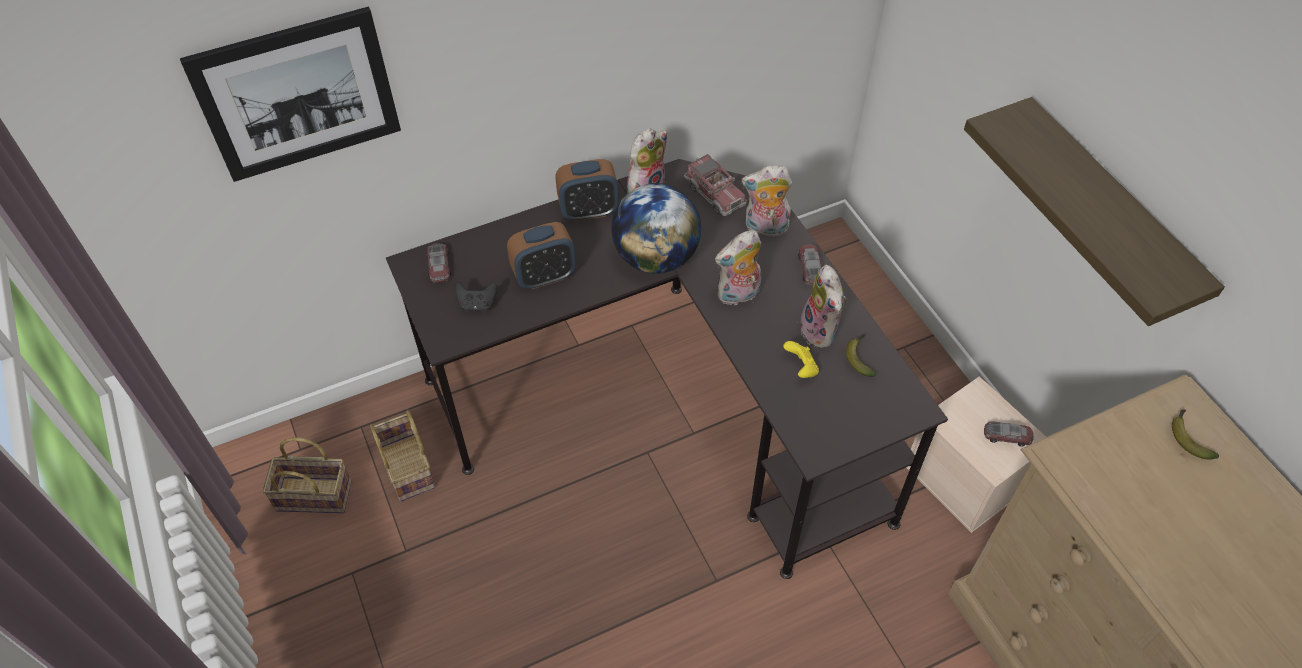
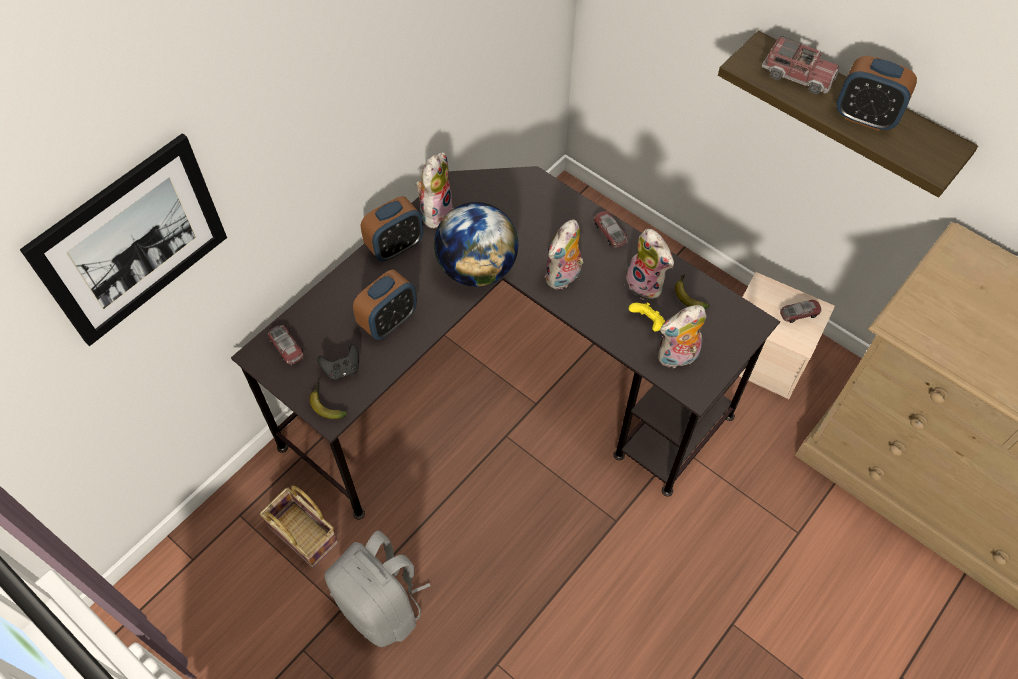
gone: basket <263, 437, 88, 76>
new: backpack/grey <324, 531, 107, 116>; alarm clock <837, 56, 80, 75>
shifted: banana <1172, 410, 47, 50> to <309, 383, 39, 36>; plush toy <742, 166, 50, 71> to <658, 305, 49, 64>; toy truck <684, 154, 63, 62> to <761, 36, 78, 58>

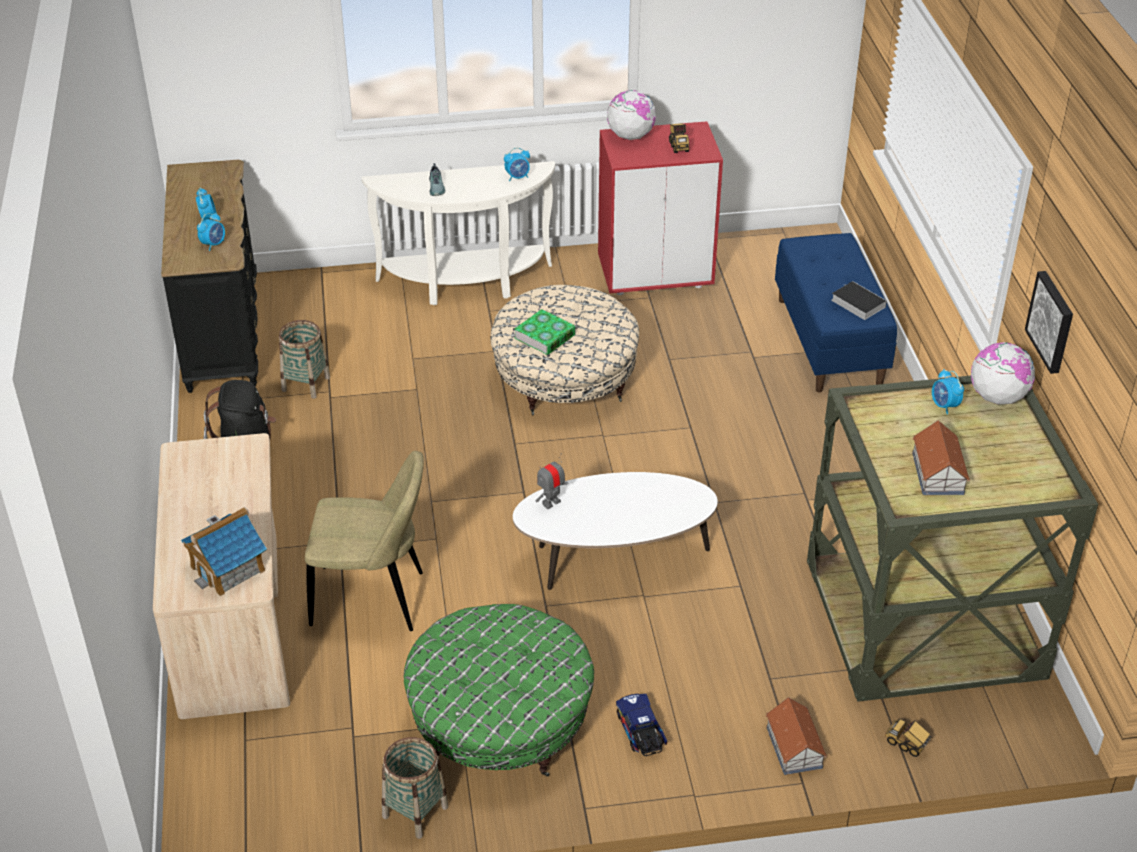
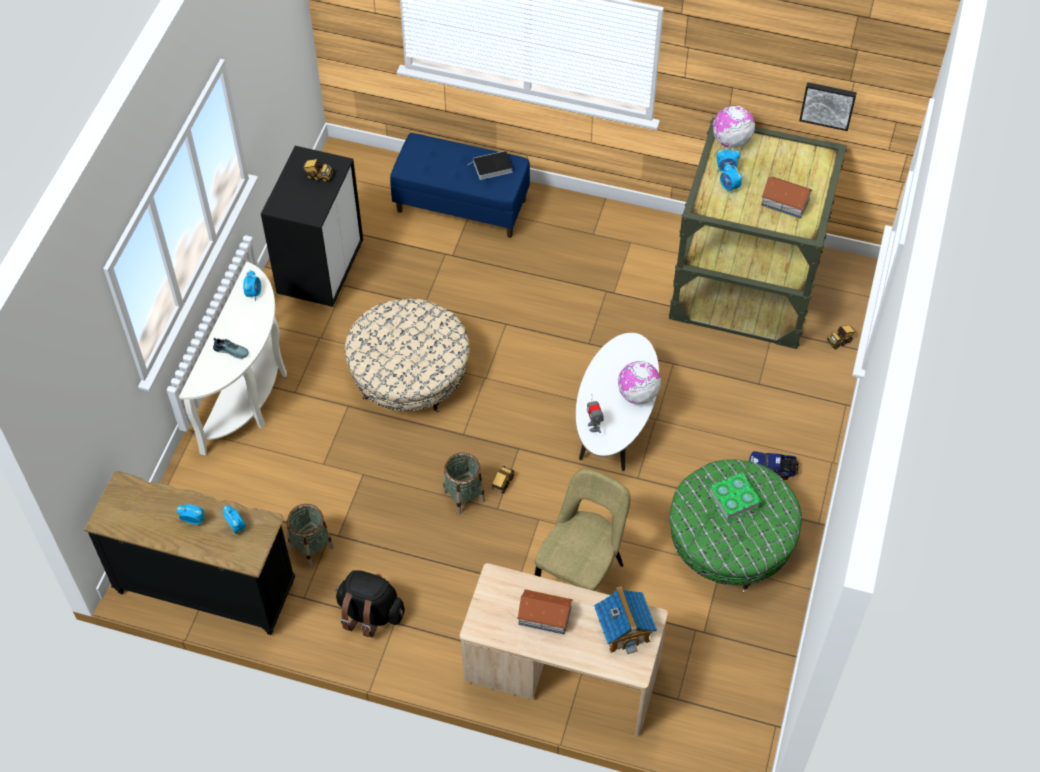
new: toy truck <492, 466, 22, 28>; alarm clock <720, 164, 22, 30>
shifted: basket <382, 737, 66, 102> to <443, 452, 42, 63>; toy house <766, 697, 61, 78> to <517, 589, 56, 45>; globe <607, 90, 49, 50> to <618, 361, 43, 43>; book <514, 309, 61, 46> to <709, 473, 52, 47>; picture <1025, 271, 48, 103> to <799, 82, 58, 49>
repainted: cabinet/red <598, 121, 125, 174> to cabinet/black <261, 146, 102, 161>

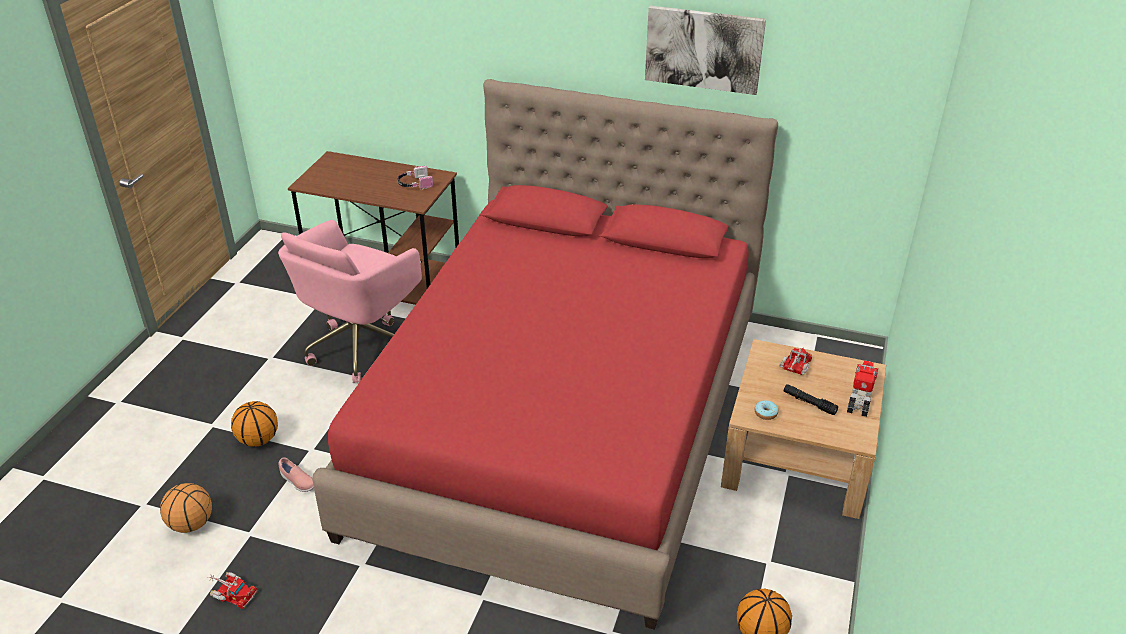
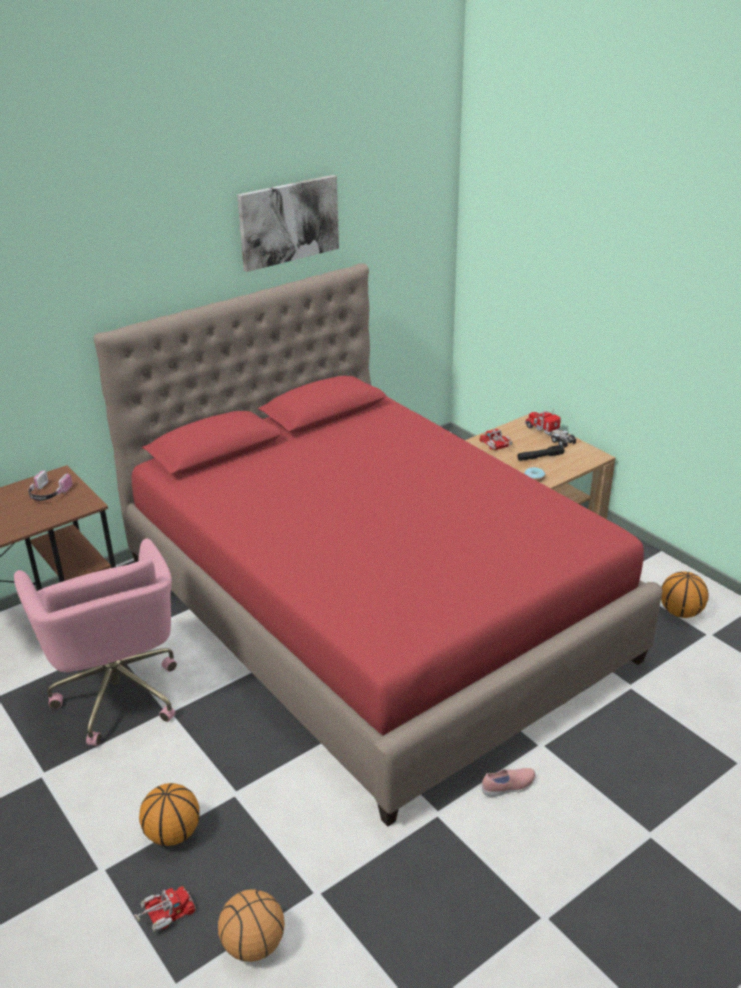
shifted: toy truck <208, 572, 50, 37> to <133, 886, 63, 46>; shoe/pink <279, 457, 35, 35> to <482, 768, 54, 29>

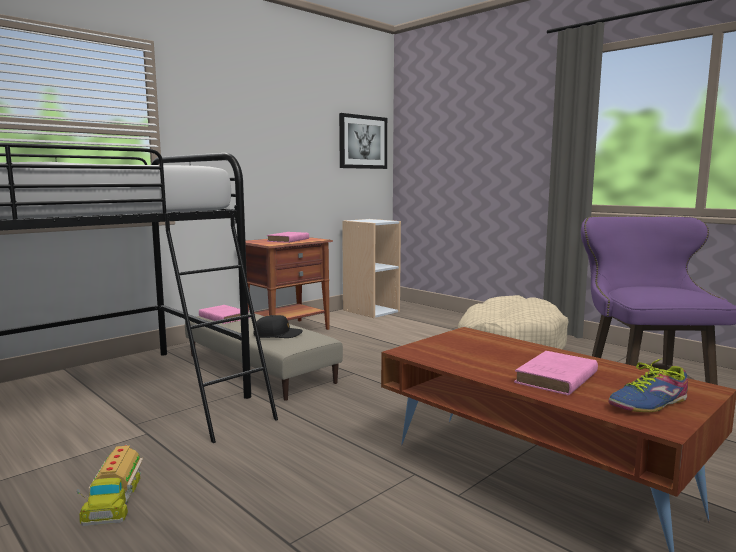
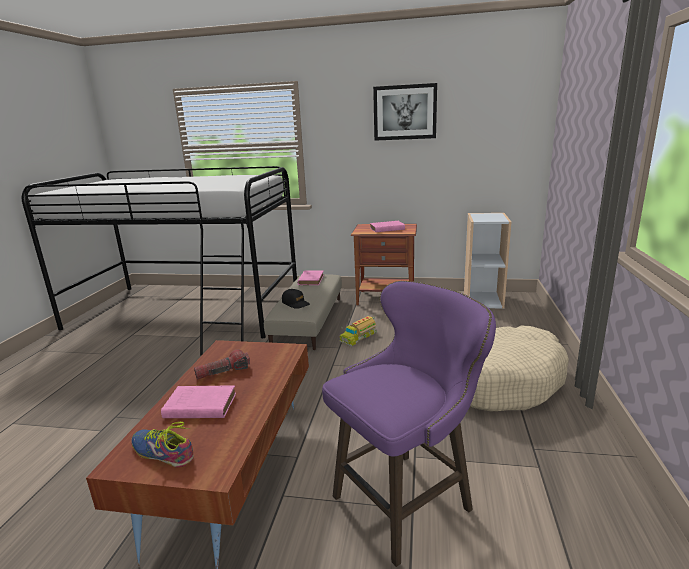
new: flashlight <194, 349, 56, 31>
shifted: toy truck <77, 444, 66, 82> to <340, 316, 37, 30>; picture <339, 113, 48, 56> to <373, 83, 64, 58>

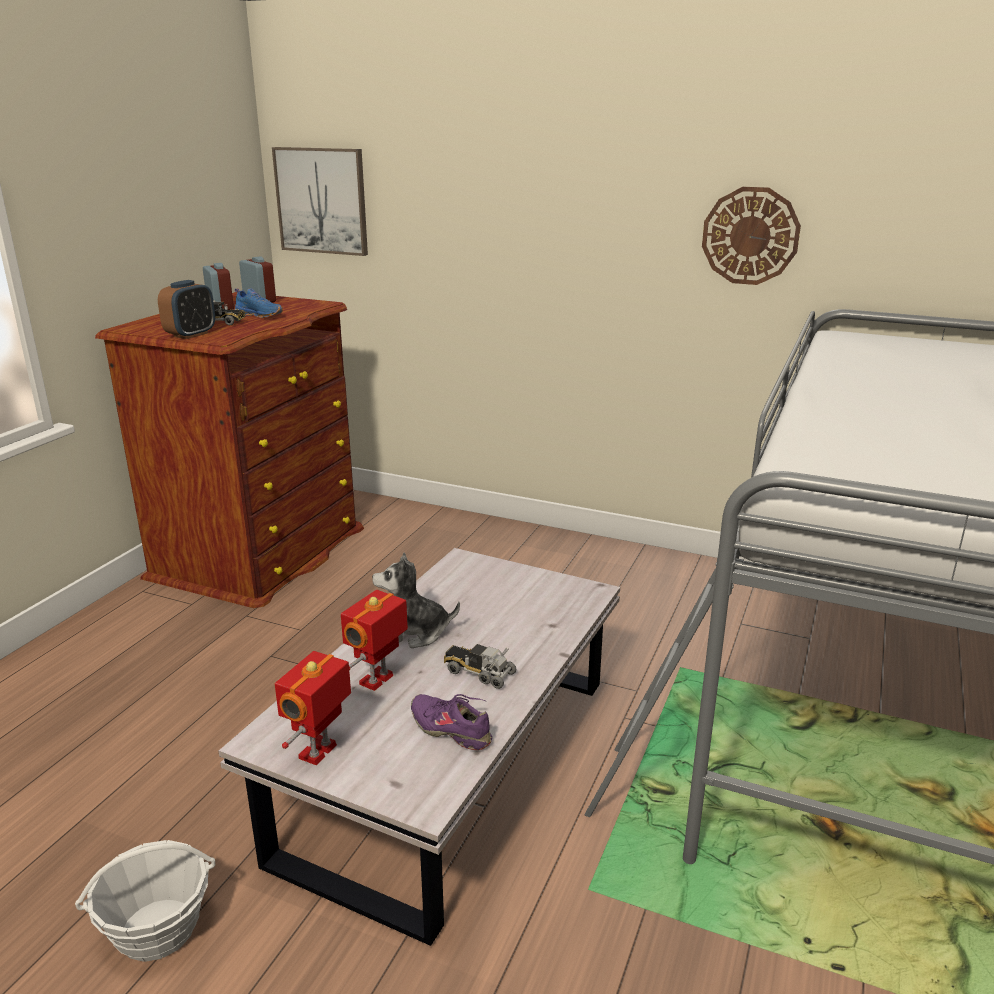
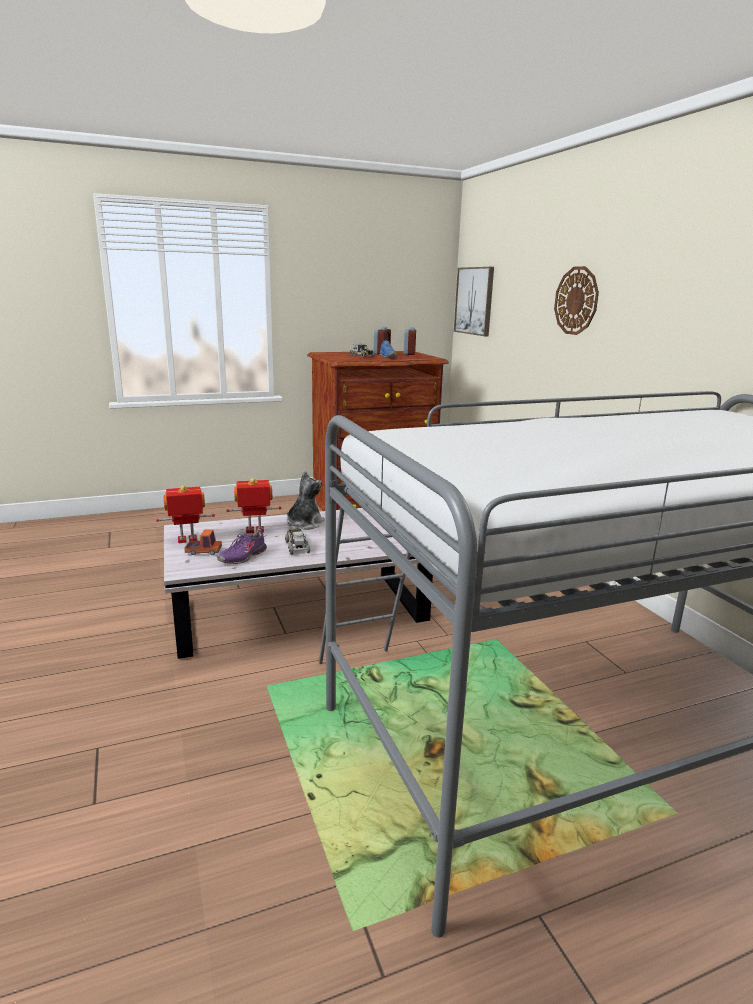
gone: basket <75, 840, 140, 122>; alarm clock <158, 280, 57, 59>
new: toy truck <184, 529, 38, 26>
shifted: wall clock <702, 187, 99, 98> to <554, 266, 45, 69>
rotated: shoe/purple <411, 694, 81, 56> = <217, 529, 50, 35> 135 degrees counterclockwise; plush toy <372, 552, 88, 96> = <287, 471, 38, 59> 75 degrees clockwise

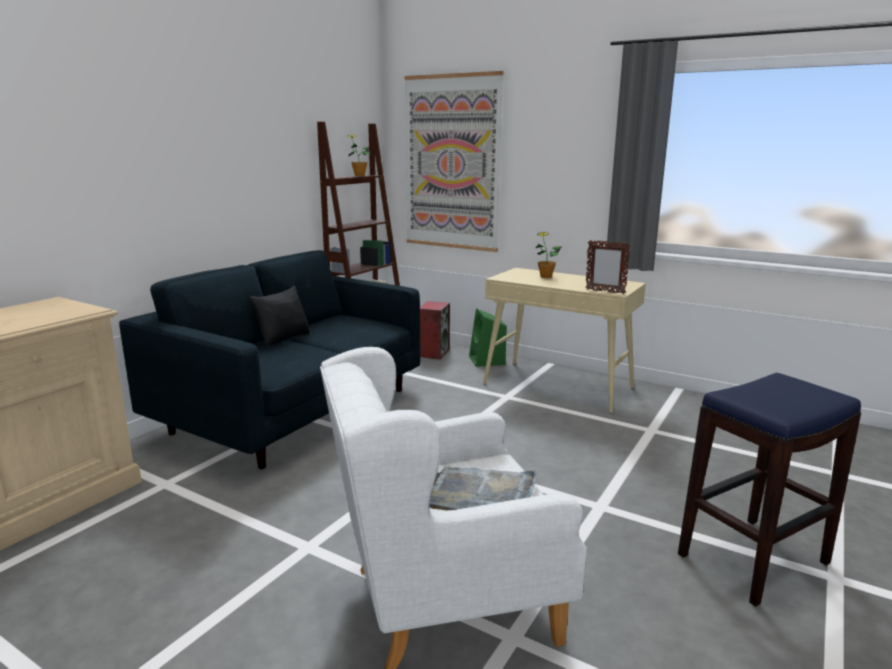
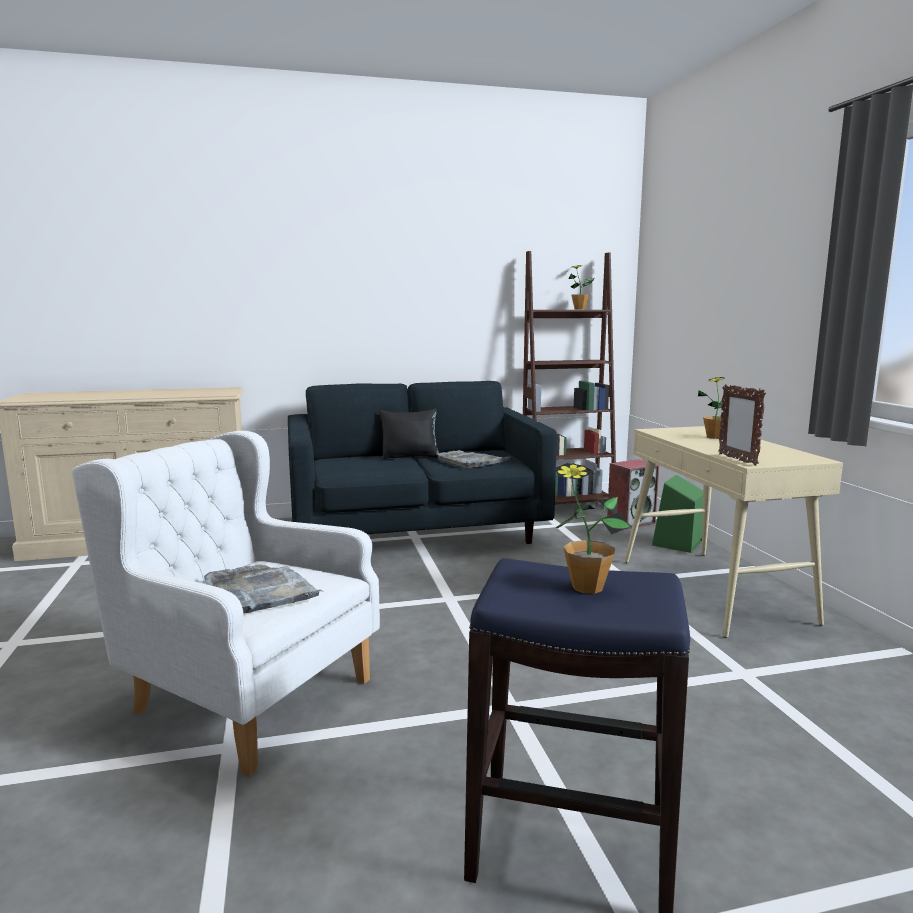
gone: picture <404, 71, 100, 181>
new: tray/grey <436, 450, 77, 18>; potted plant <554, 463, 77, 131>

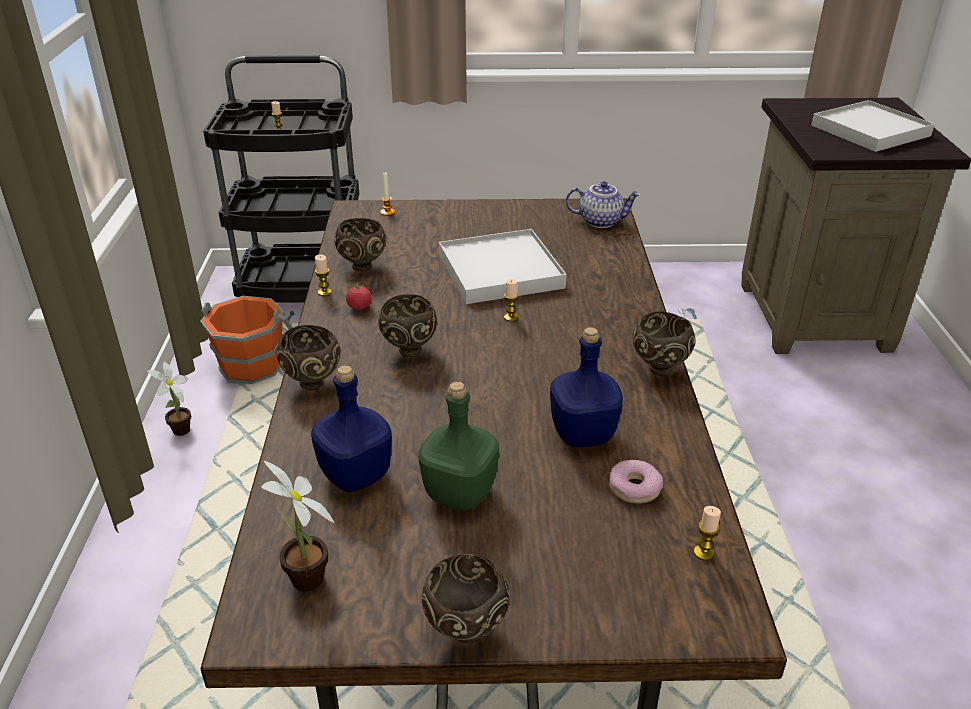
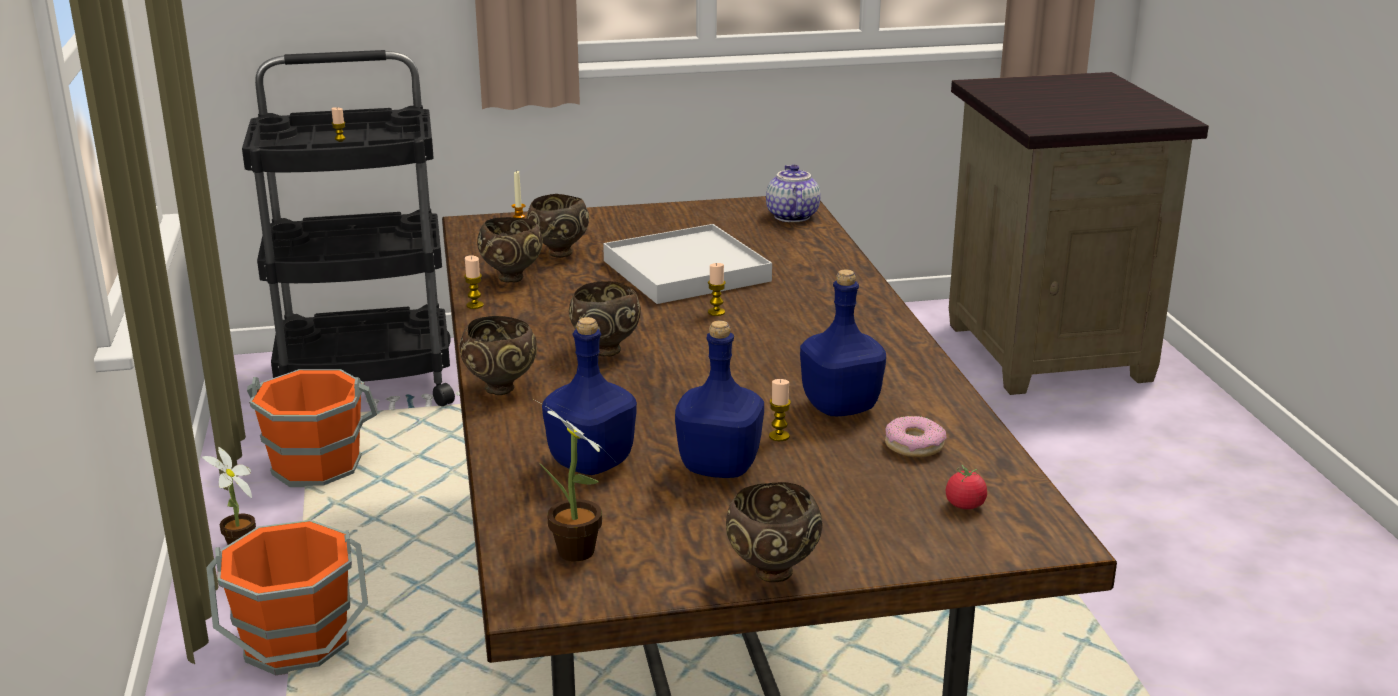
gone: tray/white <811, 100, 124, 52>
new: bucket/orange <206, 520, 162, 155>
shifted: bowl/brown <633, 311, 63, 65> to <527, 194, 62, 64>; candle <694, 506, 27, 55> to <769, 379, 22, 62>; tomato <346, 282, 26, 28> to <946, 465, 41, 44>
repainted: bottle/green <418, 382, 81, 128> to bottle/blue <675, 320, 89, 158>
rotated: teapot <565, 181, 76, 47> = <766, 165, 54, 57> 90 degrees counterclockwise

